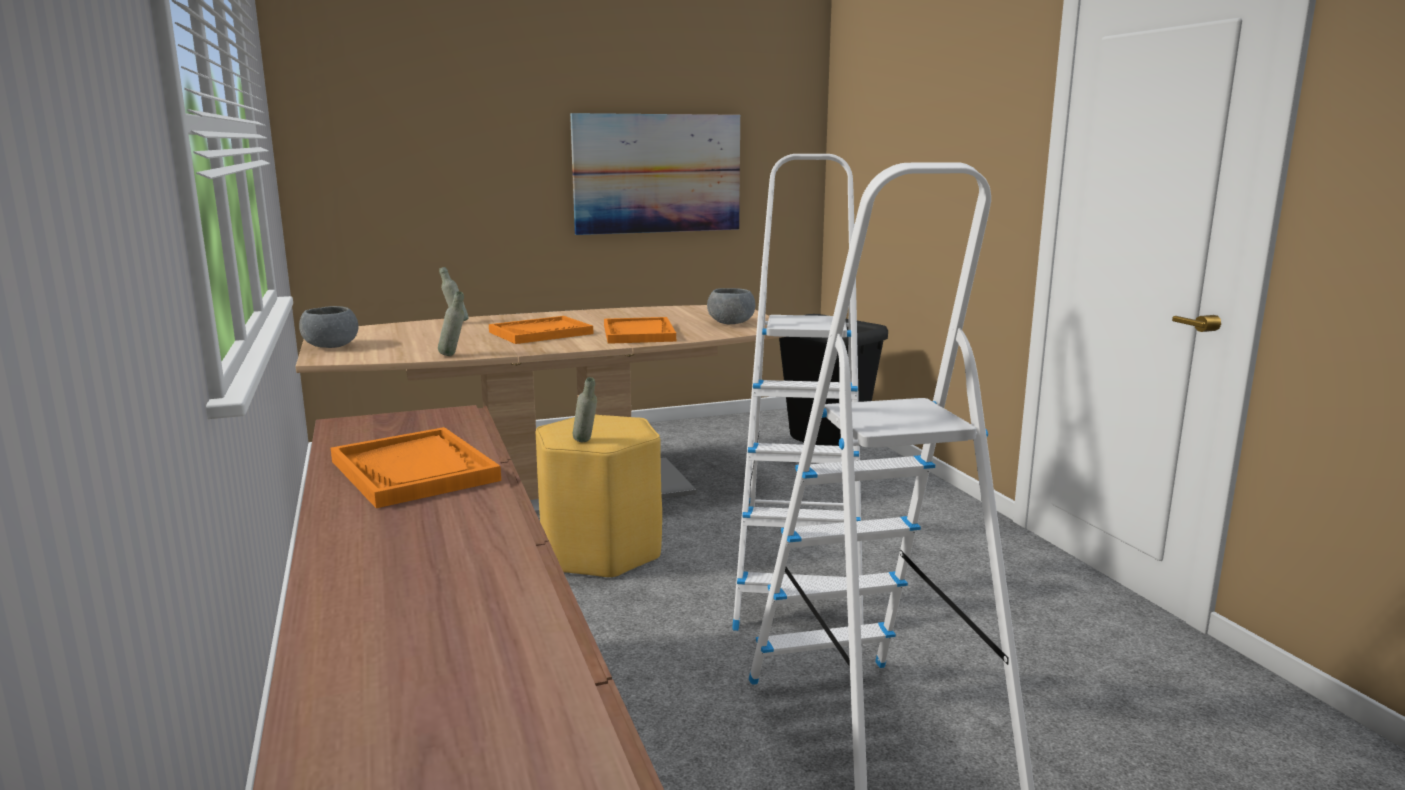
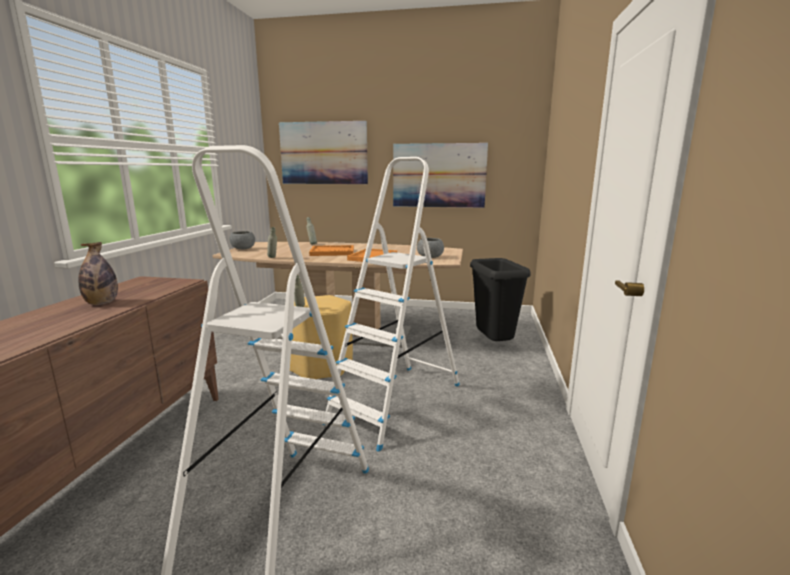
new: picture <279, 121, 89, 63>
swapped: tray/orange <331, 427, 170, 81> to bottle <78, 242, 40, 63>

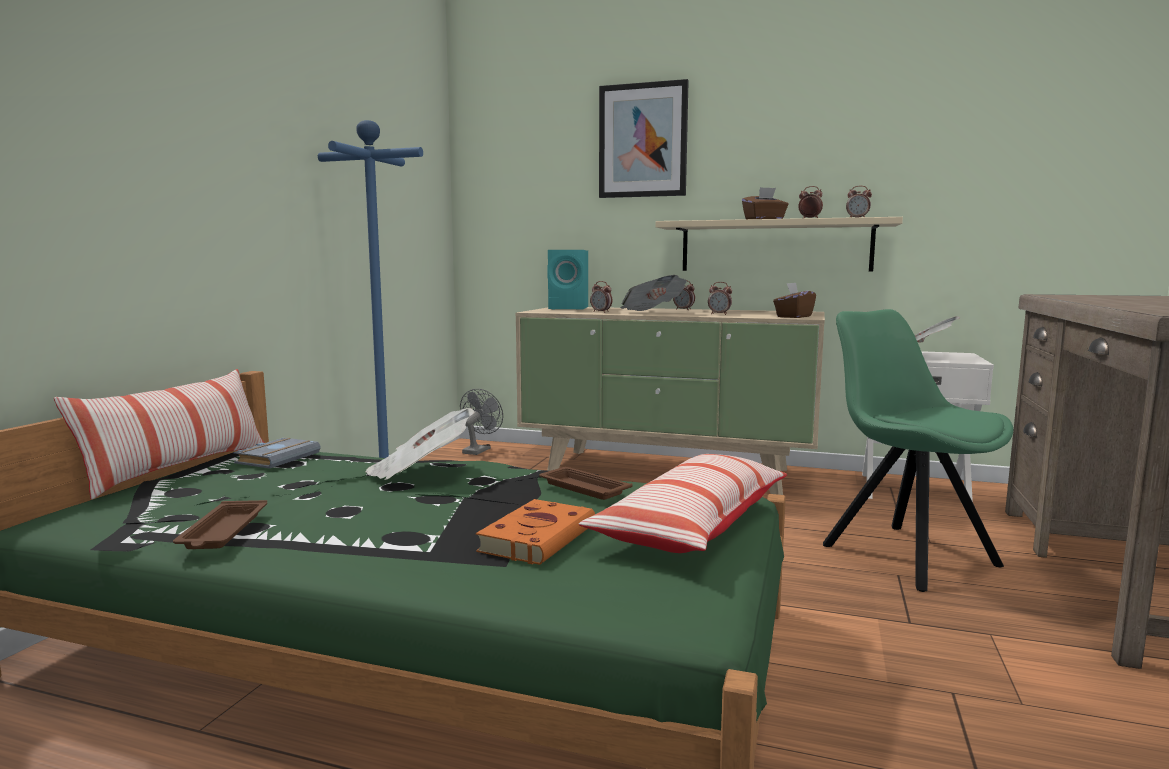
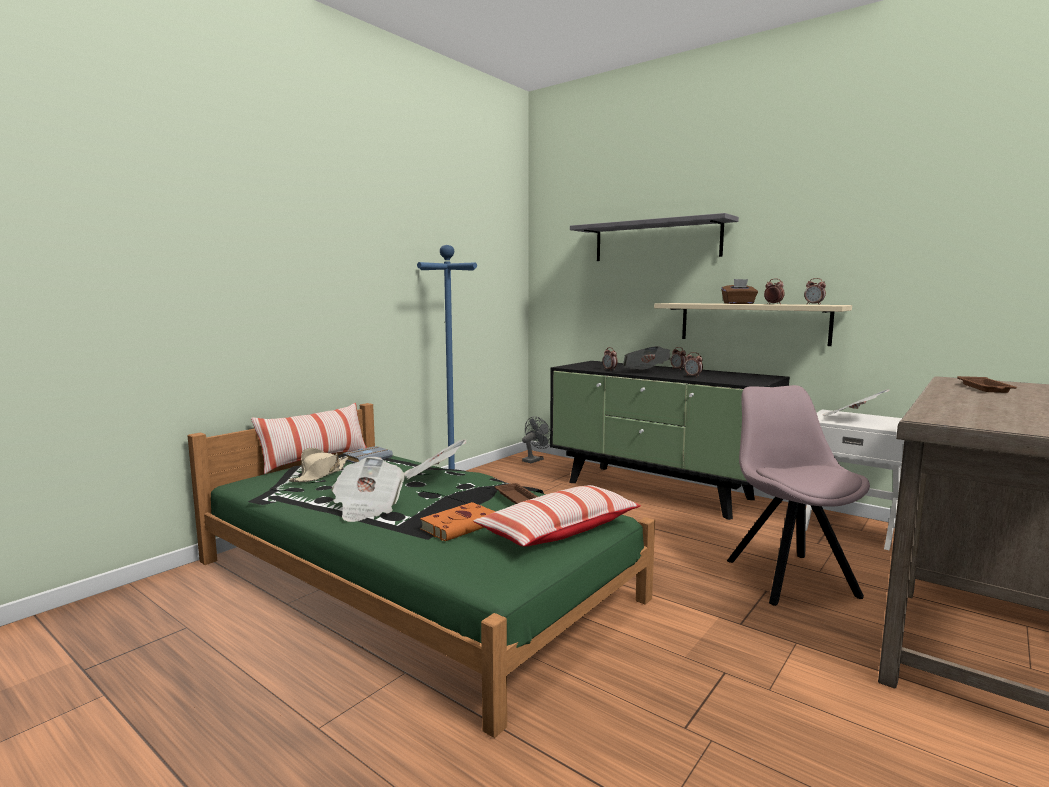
gone: speaker/turquoise <547, 250, 41, 60>; tissue box/brown <773, 282, 43, 36>
new: hat/beige <289, 448, 59, 34>; newspaper <331, 457, 74, 65>
shifted: tray/brown <173, 500, 94, 49> to <957, 376, 60, 17>
swapped: picture <599, 79, 90, 119> to shelf/grey <570, 213, 169, 48>
repainted: dresser/beige <515, 307, 310, 188> to dresser/black <550, 361, 240, 159>; chair/green <823, 309, 190, 283> to chair/pink <727, 385, 143, 221>

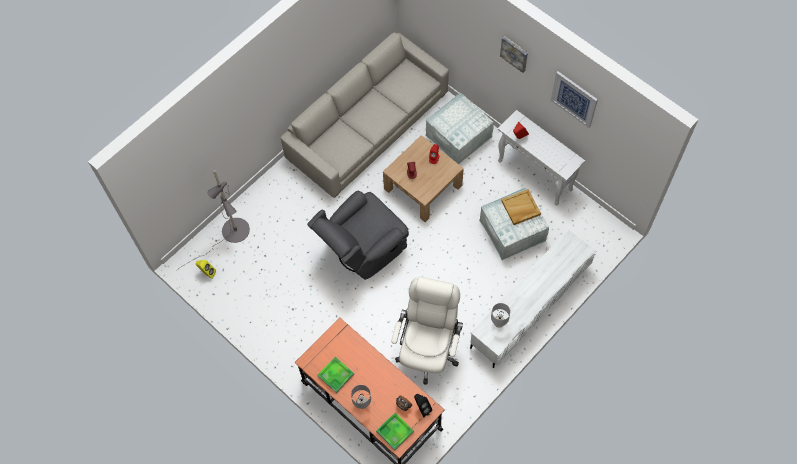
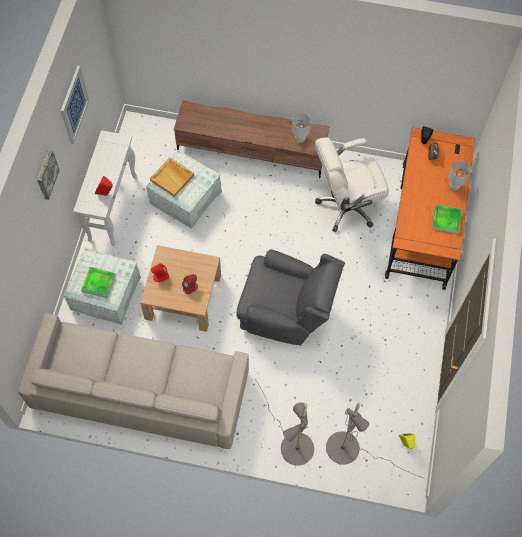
new: floor lamp/grey <255, 379, 59, 87>
shifted: tray <376, 412, 38, 38> to <81, 267, 35, 31>
repainted: tv stand/white <470, 229, 126, 139> to tv stand/brown <174, 100, 156, 78>

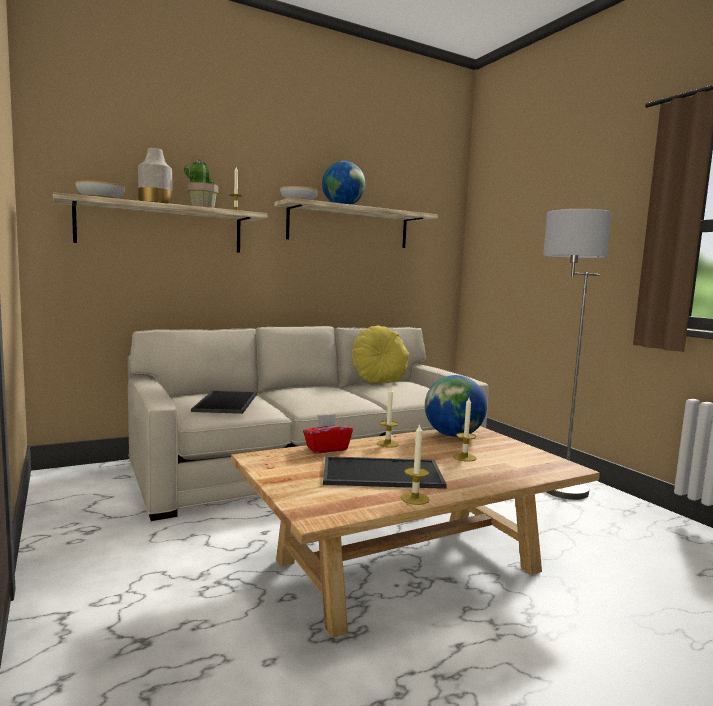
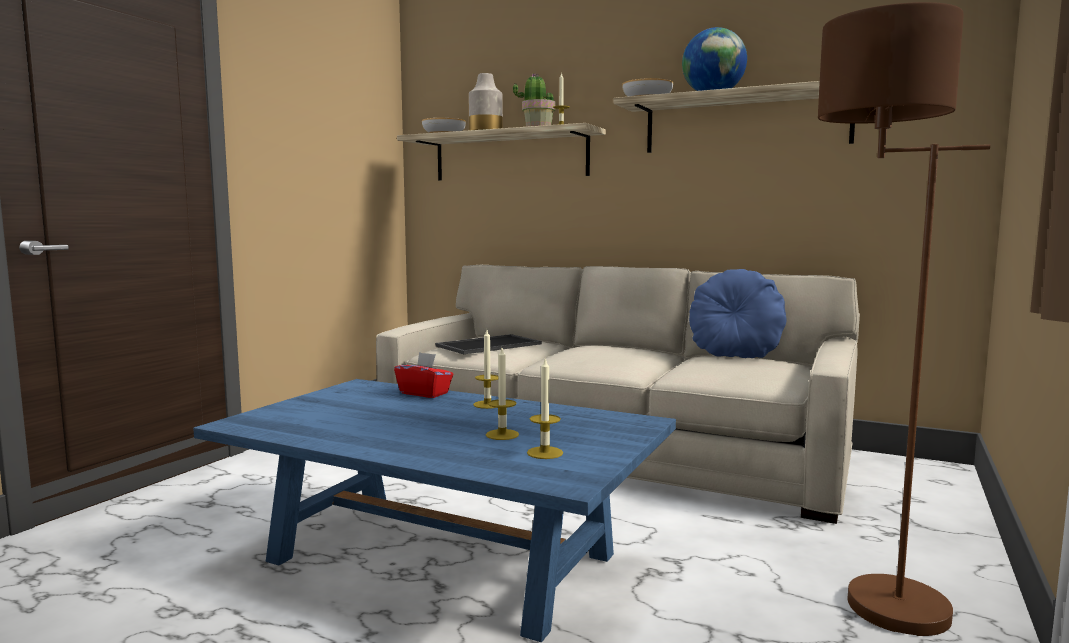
gone: tray <323, 456, 124, 33>; globe <425, 375, 62, 62>
shifted: candle <401, 423, 29, 82> to <527, 358, 36, 101>
repainted: coffee table/beige <231, 426, 369, 212> to coffee table/blue <193, 379, 483, 263>; pillow/yellow <351, 326, 58, 58> to pillow/blue <689, 269, 97, 89>; floor lamp/grey <543, 209, 69, 291> to floor lamp/brown <818, 2, 172, 634>

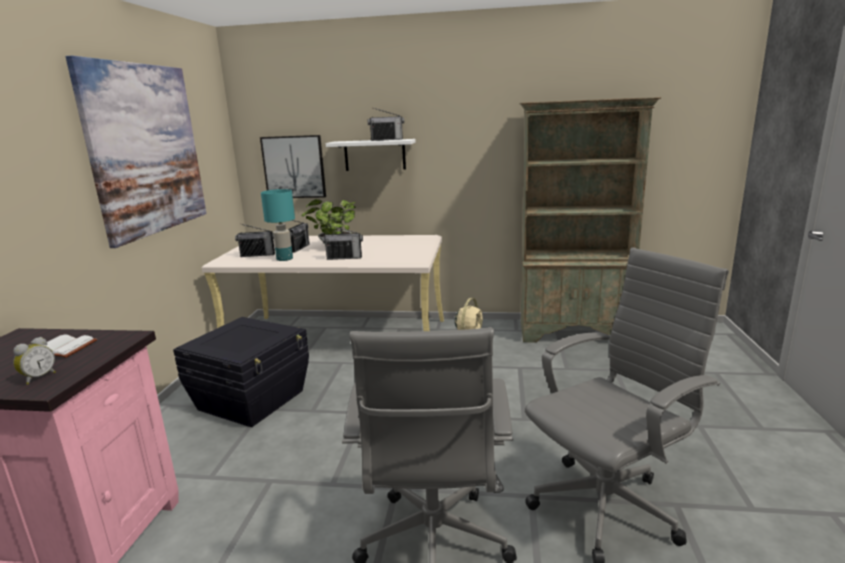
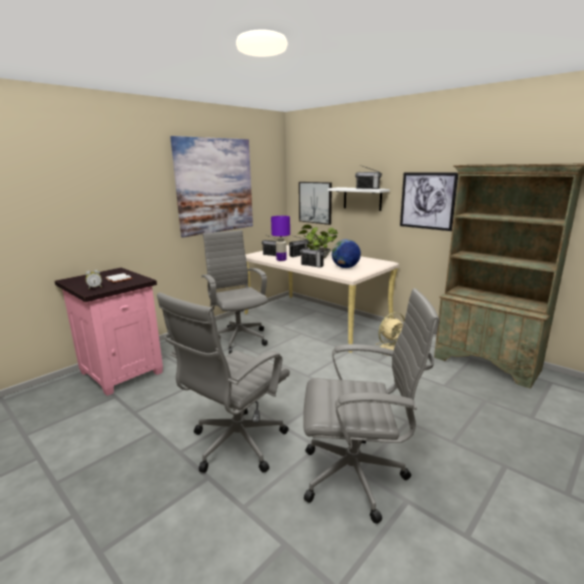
new: globe <332, 239, 29, 29>; picture <400, 172, 58, 59>
swapped: storage box/black <173, 317, 136, 110> to office chair/grey <201, 230, 67, 124>
repainted: table lamp/turquoise <261, 189, 34, 72> to table lamp/purple <271, 216, 19, 45>

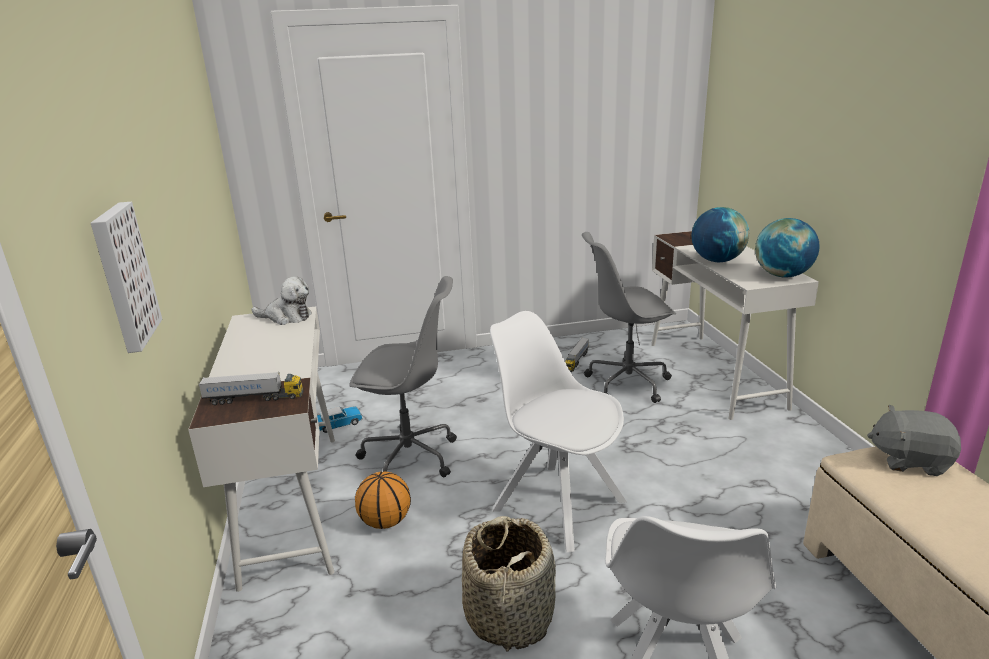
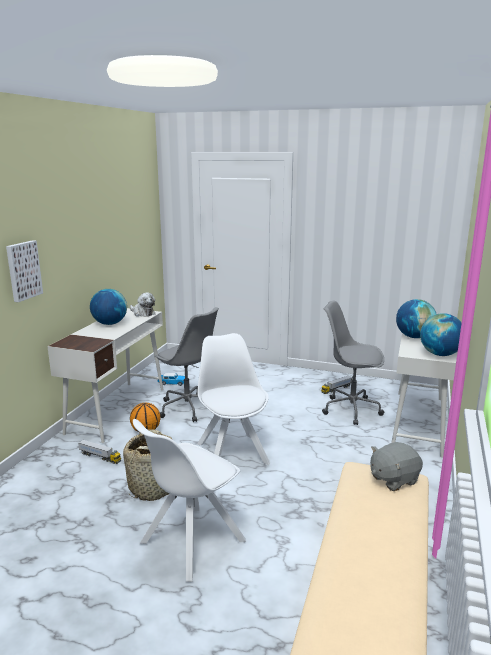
new: globe <90, 289, 37, 36>
shifted: toy truck <198, 372, 105, 33> to <78, 440, 43, 24>
rotated: plush toy/grey <867, 405, 94, 71> = <370, 442, 53, 49> 75 degrees counterclockwise

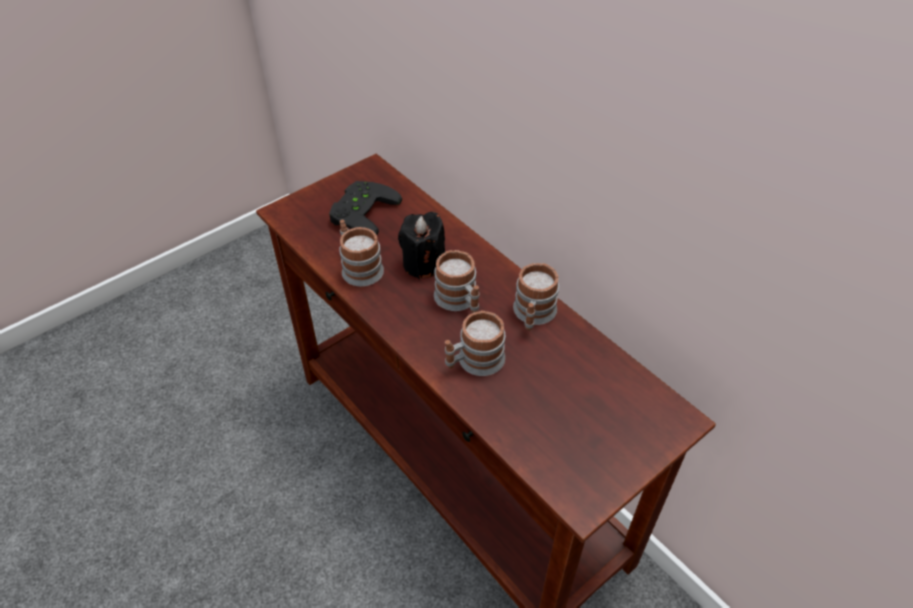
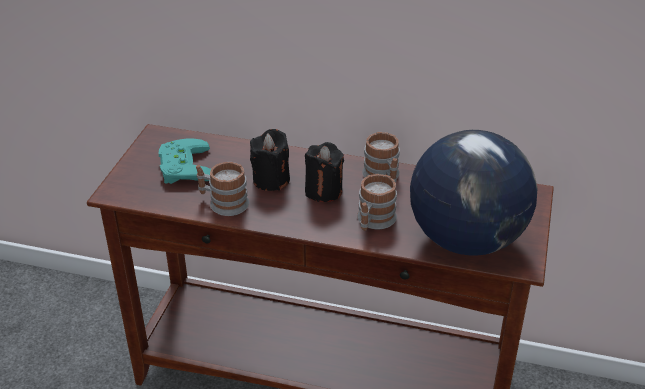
new: globe <410, 130, 127, 126>
swapped: mug <434, 250, 46, 63> to candle/black <305, 142, 39, 60>
repainted: game controller/black <329, 181, 73, 54> to game controller/turquoise <159, 138, 52, 46>

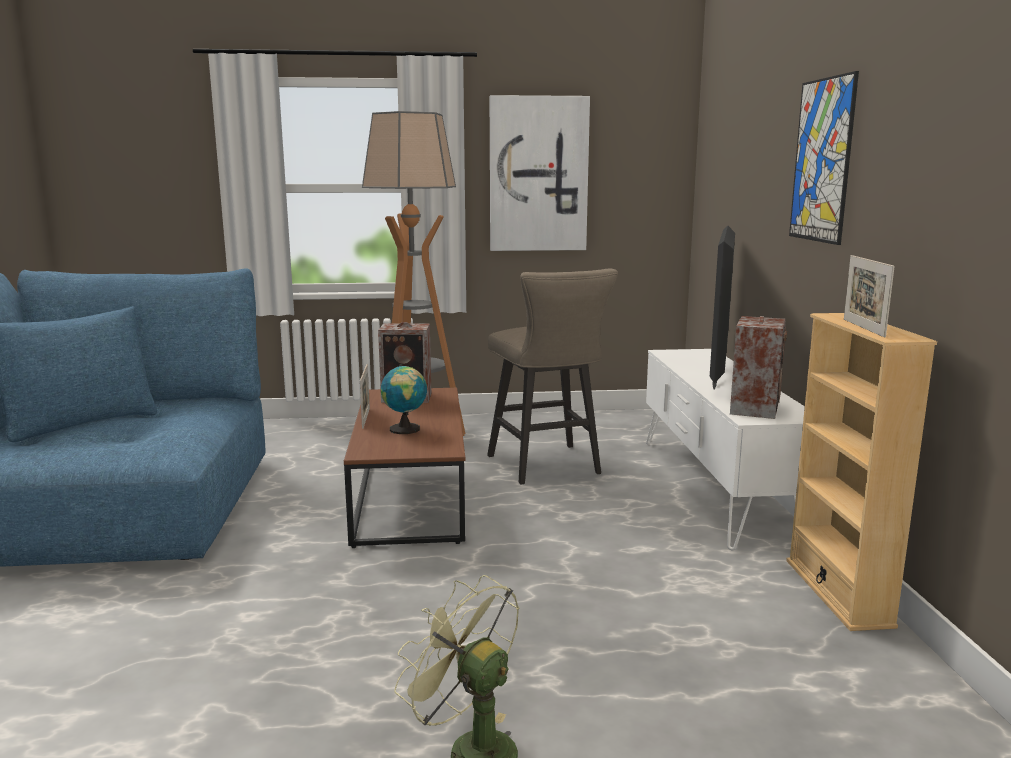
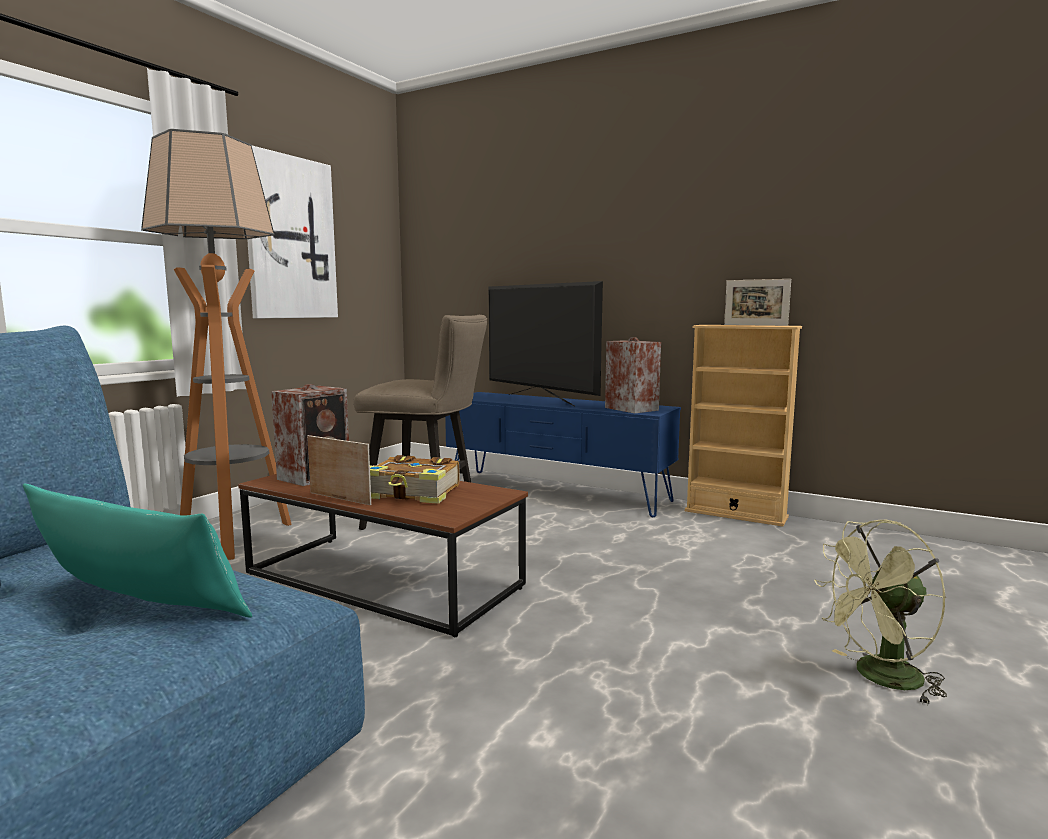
gone: picture <789, 71, 70, 174>
new: pillow/turquoise <23, 483, 229, 135>
swapped: globe <381, 364, 46, 70> to book <370, 455, 90, 49>
repainted: tv stand/white <646, 349, 159, 202> to tv stand/blue <445, 392, 236, 125>

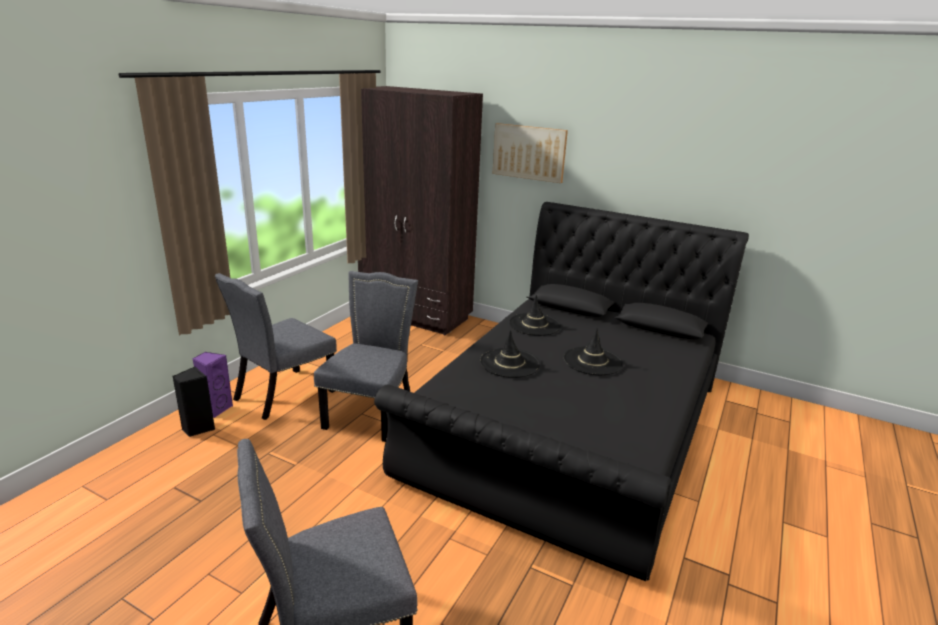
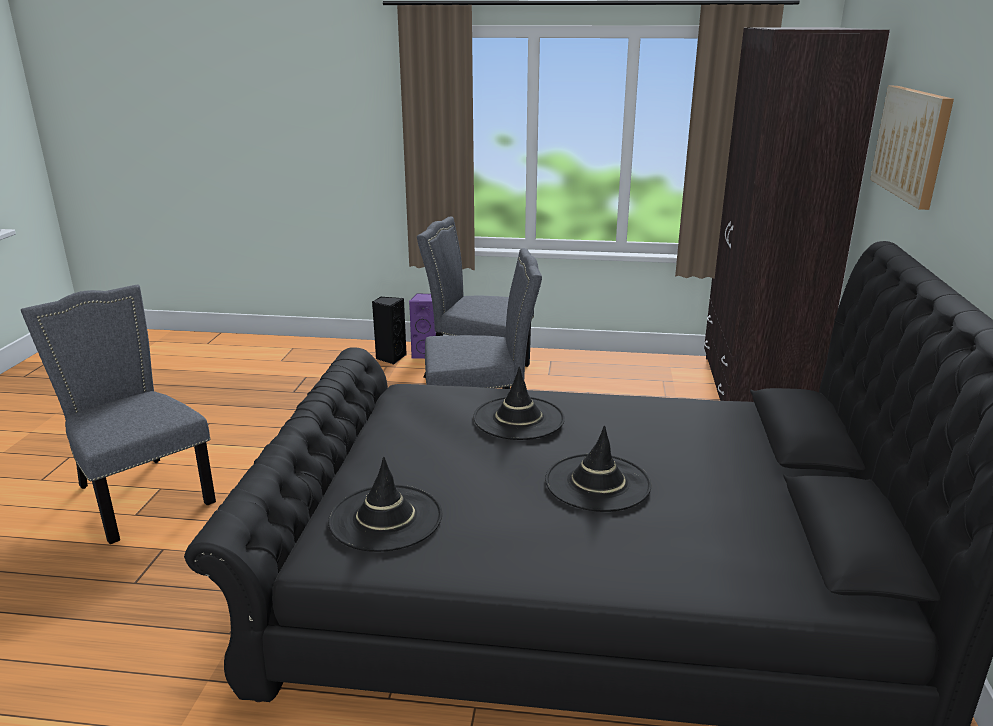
shifted: hat/black <509, 295, 52, 41> to <328, 457, 114, 95>

